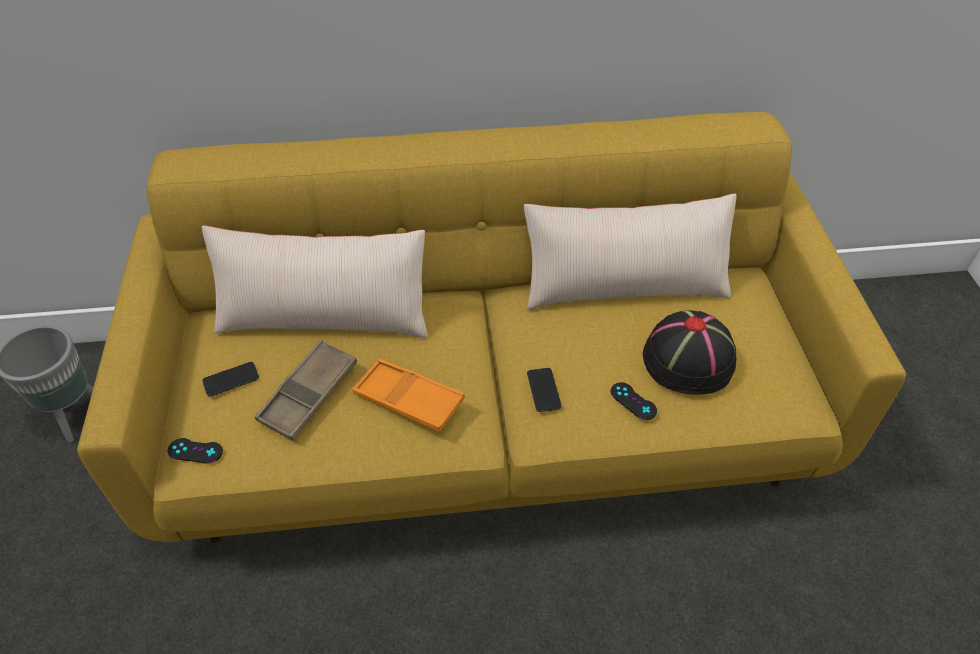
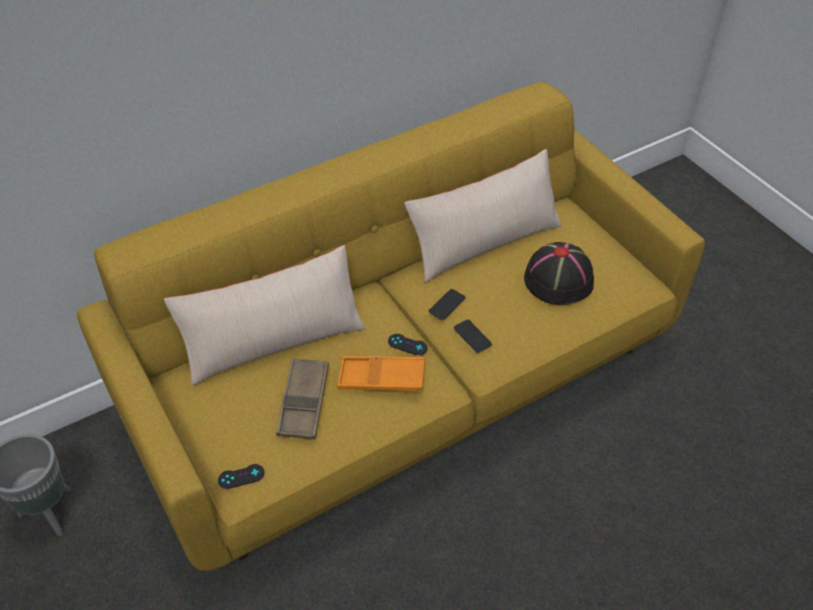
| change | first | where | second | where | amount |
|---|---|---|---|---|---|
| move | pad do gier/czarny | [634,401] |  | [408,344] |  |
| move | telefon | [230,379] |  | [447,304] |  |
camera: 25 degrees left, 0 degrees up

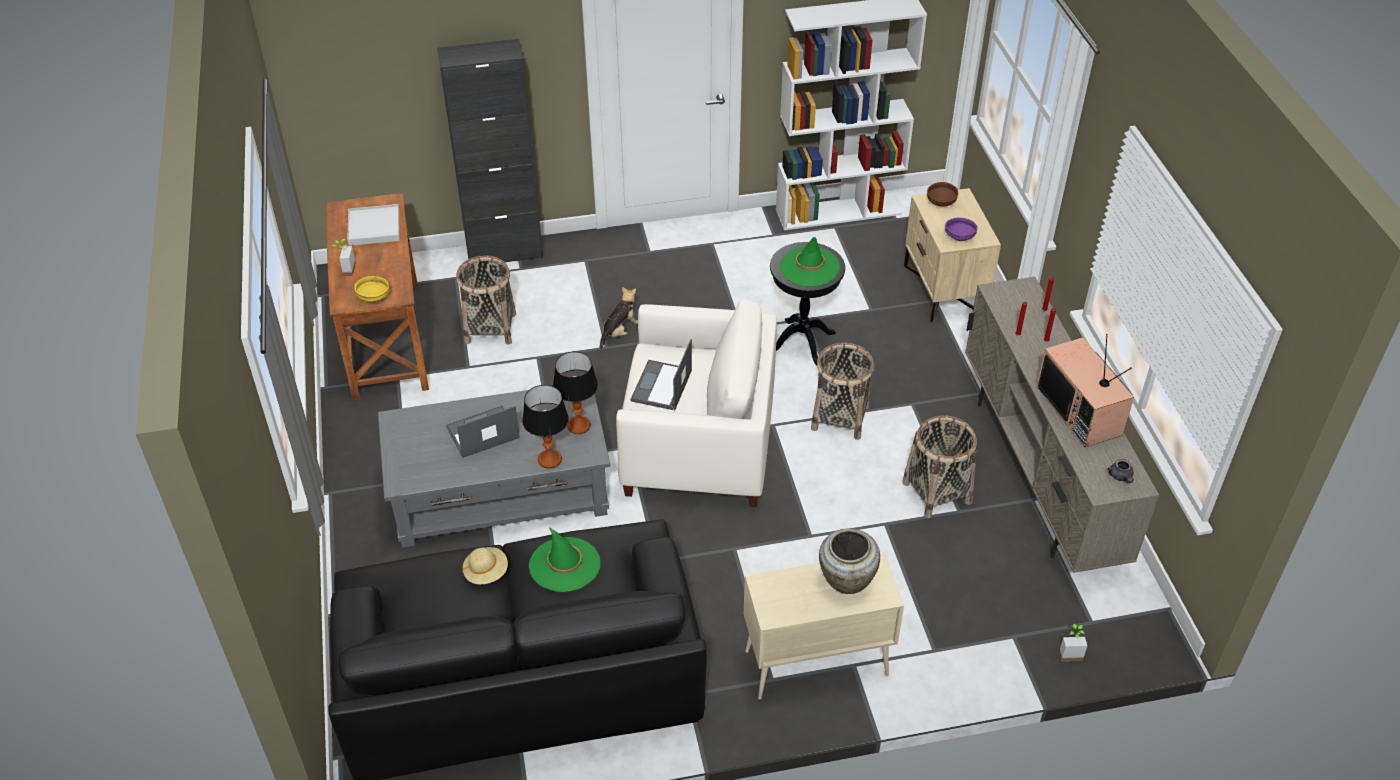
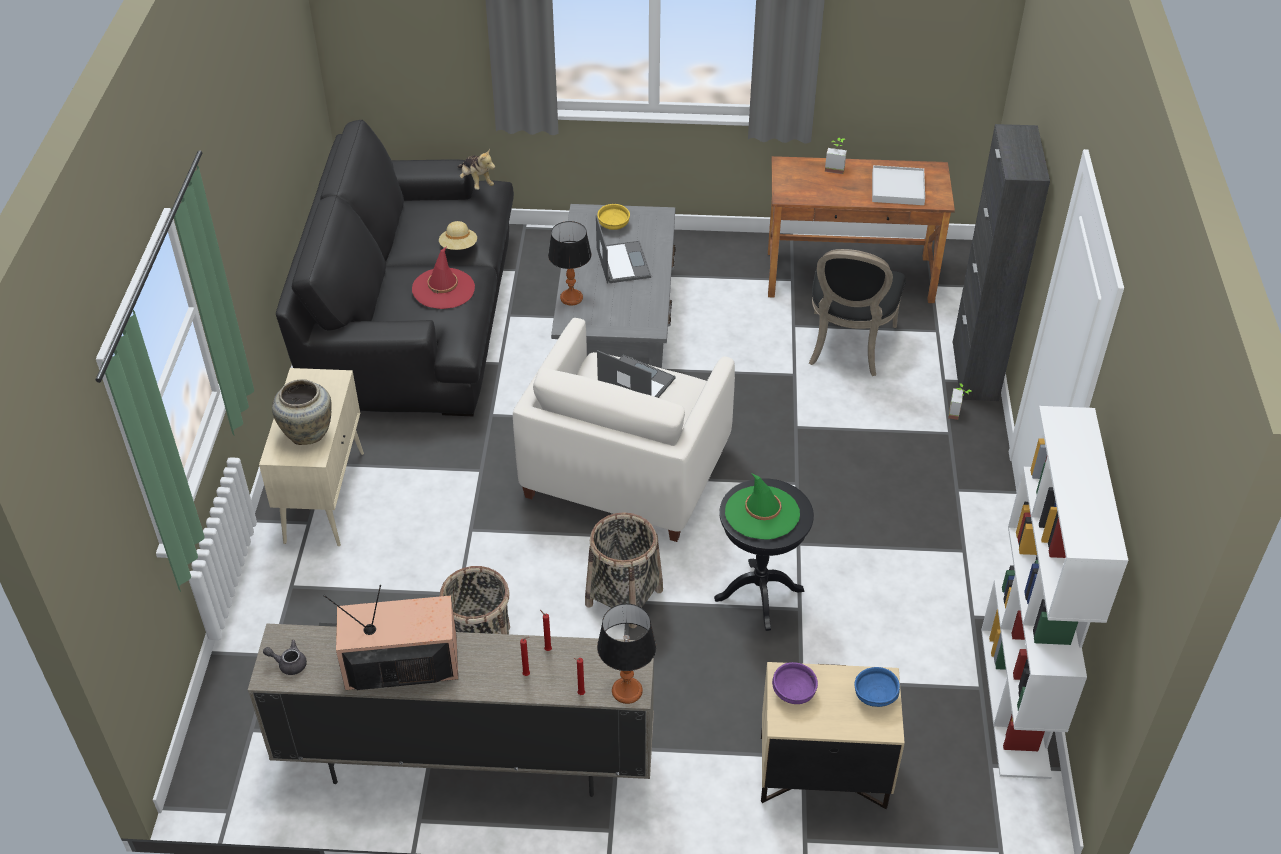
| change | first | where | second | where | amount |
|---|---|---|---|---|---|
| recolor | kapelusz/zielony | [564,559] | kapelusz/czerwony | [443,277] |  |
| move | pluszak | [619,318] |  | [476,169] |  |
| move | miska/żółty | [371,289] |  | [613,217] |  |
| move | lampa stołowa | [575,393] |  | [626,654] |  |
| replace | koszyk | [486,300] | krzesło/czarny | [857,312] |  |
| recolor | miska/brązowy | [942,194] | miska/niebieski | [877,687] |  |
| move | roślina doniczkowa | [1073,642] |  | [960,401] |  |
camera: 105 degrees right, 0 degrees up

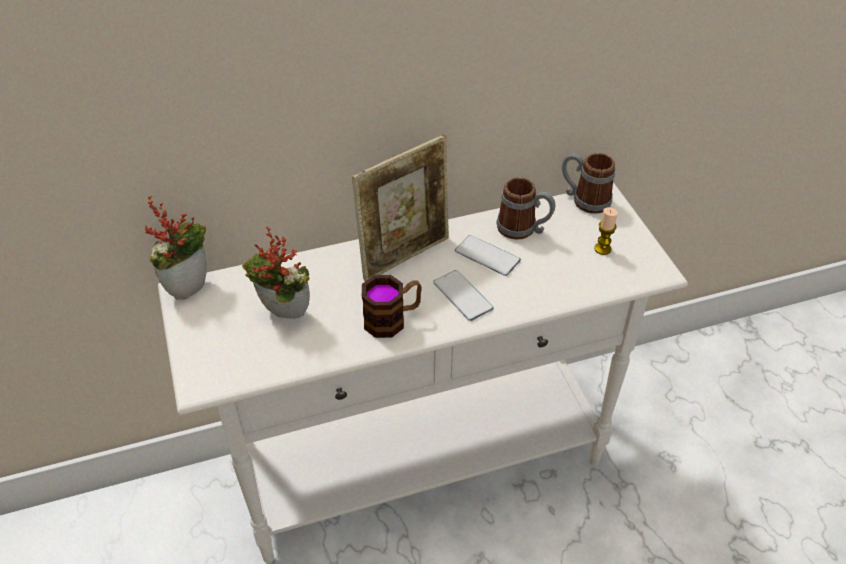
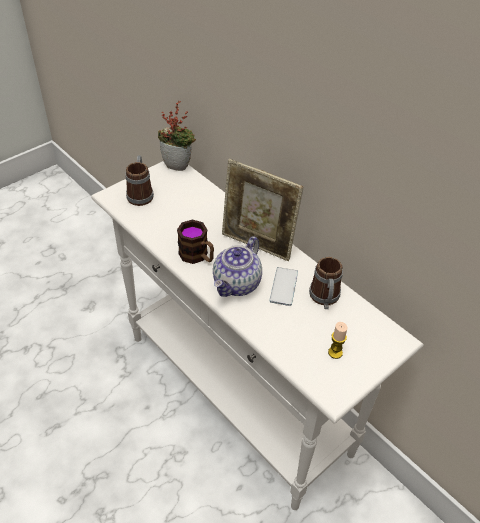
| change | first | where | second | where | amount |
|---|---|---|---|---|---|
| move | kubek | [588,183] |  | [139,181] |  |
| replace | telefon | [463,295] | imbryk | [237,266] |  |
| delete | roślina doniczkowa | [276,272] |  |  |  |
camera: 65 degrees right, 0 degrees up

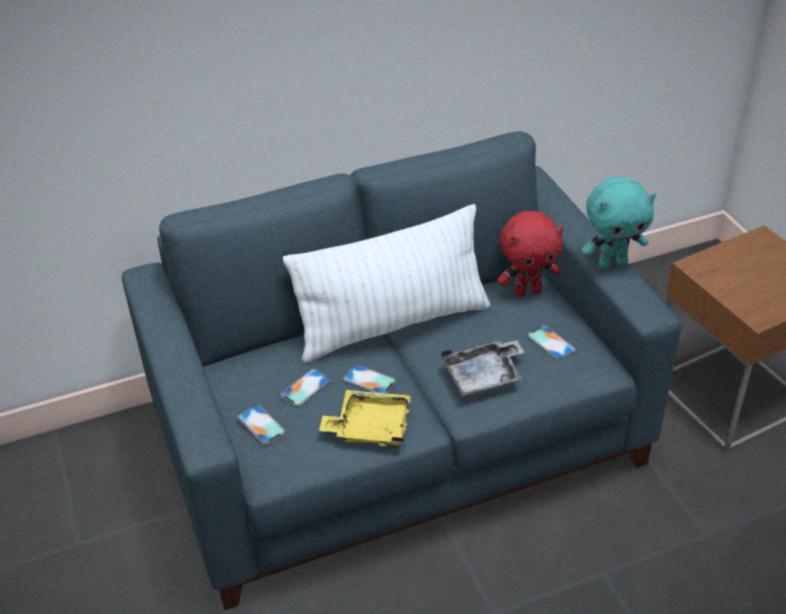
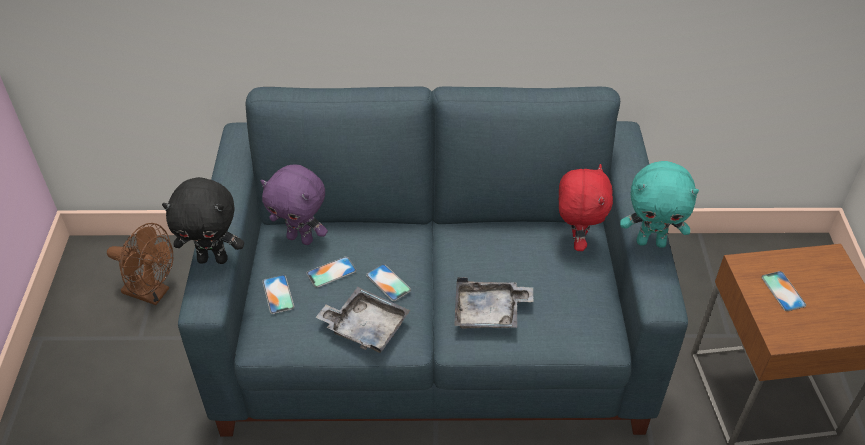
| change | first | where | second | where | amount |
|---|---|---|---|---|---|
| insert |  |  | wentylator/brązowy | [140,264] |  |
| insert |  |  | pluszak/czarny | [203,220] |  |
| insert |  |  | pluszak/fioletowy | [294,205] |  |
| recolor | taca/żółty | [365,418] | taca/szary | [362,320] |  |
| rotate | pluszak/czerwony | [530,254] |  | [586,207] | 90 degrees counterclockwise |
| move | telefon | [551,342] |  | [783,291] |  |
| delete | poduszka/biały | [387,283] |  |  |  |
camera: 20 degrees right, 5 degrees up

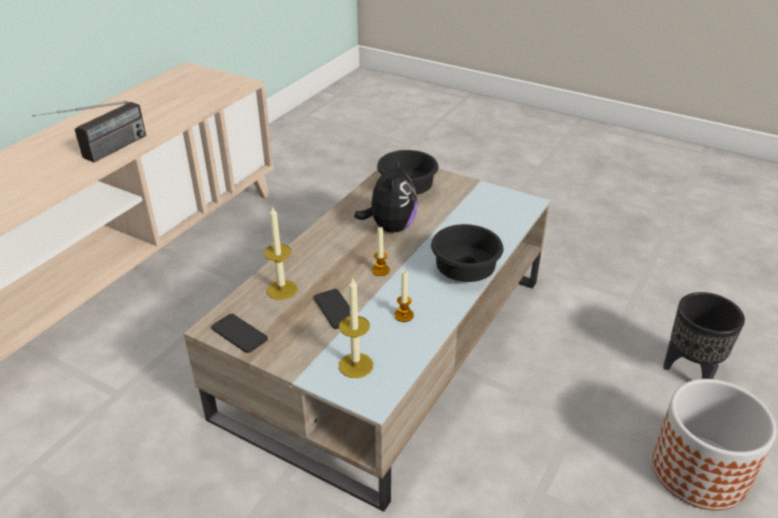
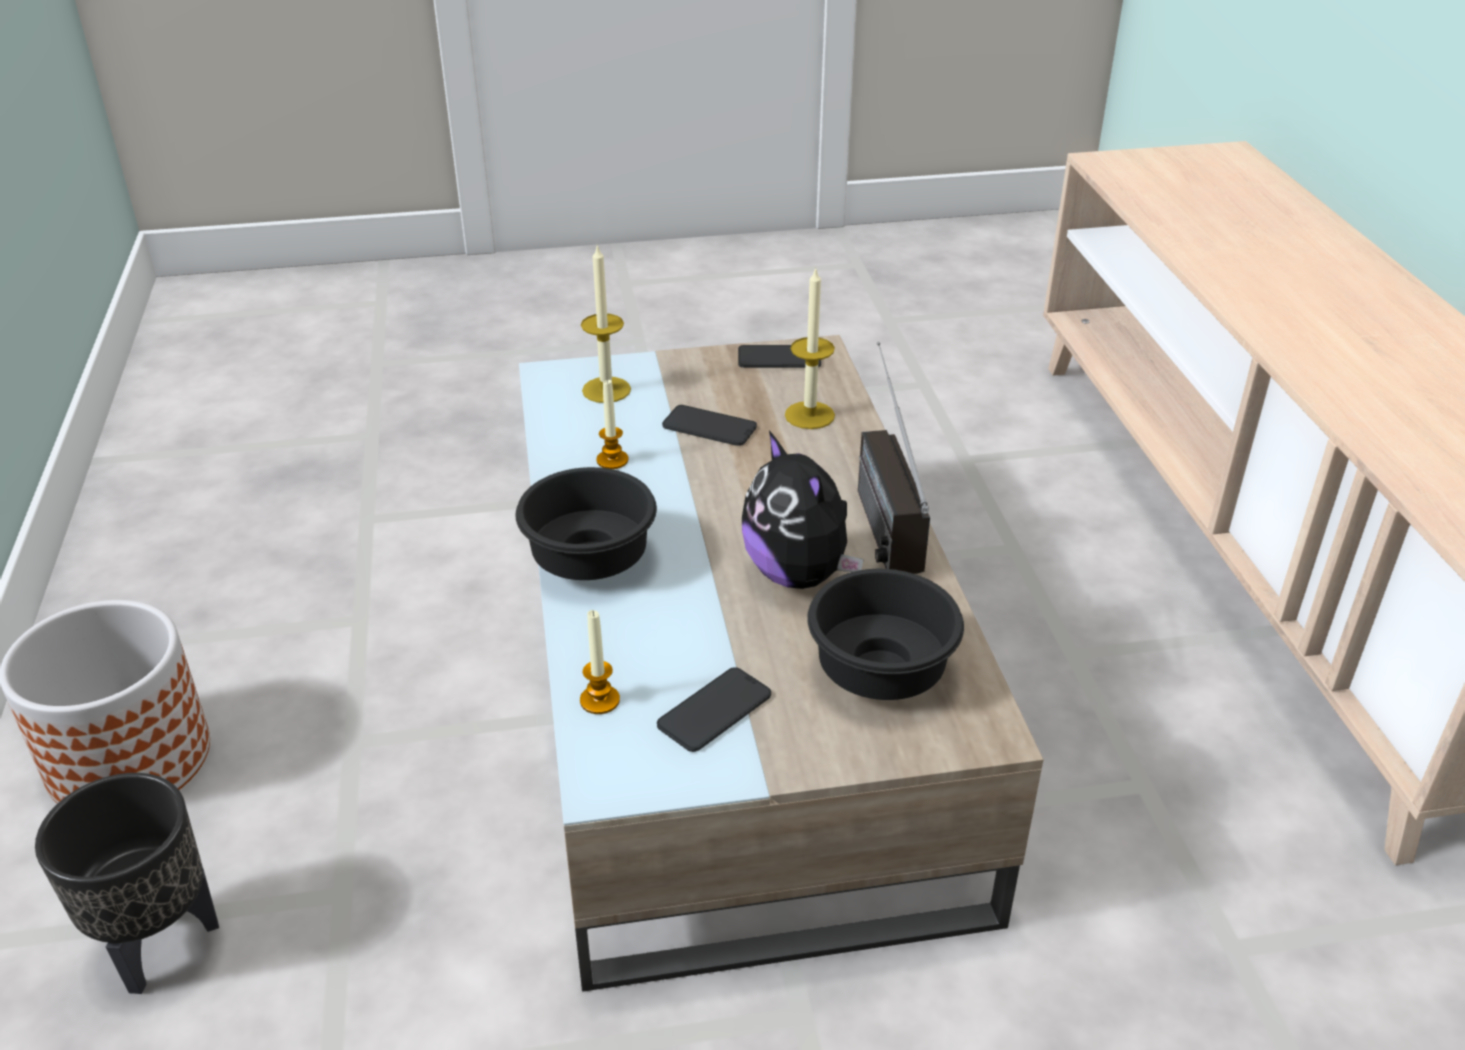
| change | first | where | second | where | amount |
|---|---|---|---|---|---|
| move | świeca | [381,251] |  | [600,662] |  |
| insert |  |  | telefon | [714,709] |  |
| move | radio | [89,132] |  | [894,458] |  |
camera: 140 degrees right, 0 degrees up

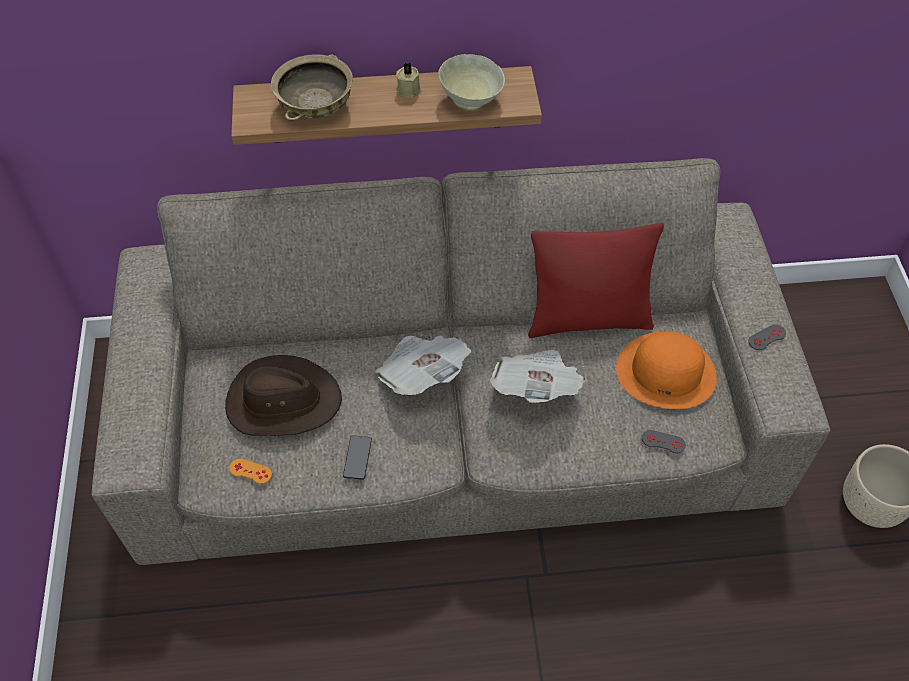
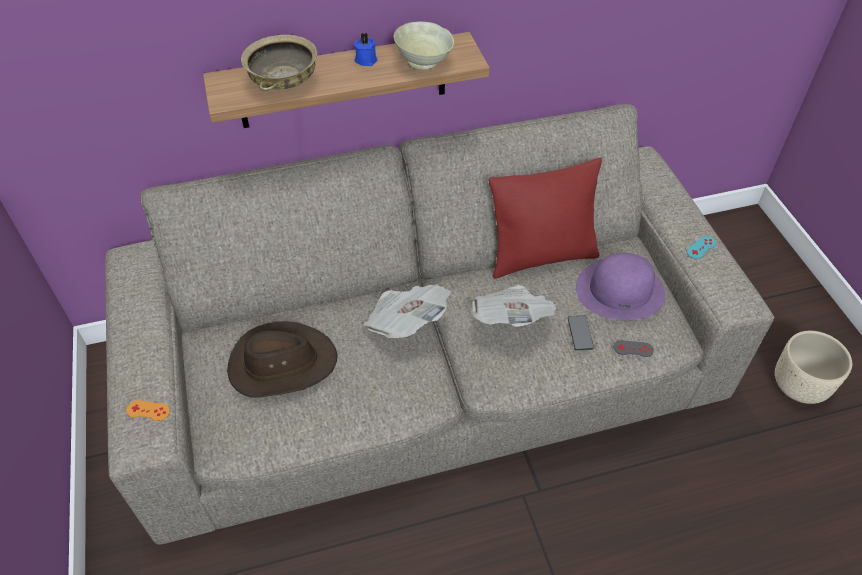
| change | first | where | second | where | amount |
|---|---|---|---|---|---|
| move | pad do gier/pomarańczowy | [250,471] |  | [148,410] |  |
| recolor | świeca/beżowy | [408,80] | świeca/niebieski | [366,49] |  |
| move | telefon | [357,457] |  | [581,332] |  |
| recolor | kapelusz/pomarańczowy | [666,370] | kapelusz/fioletowy | [620,286] |  |
| recolor | pad do gier/szary | [767,337] | pad do gier/turkusowy | [701,247] |  |
camera: 10 degrees left, 5 degrees down

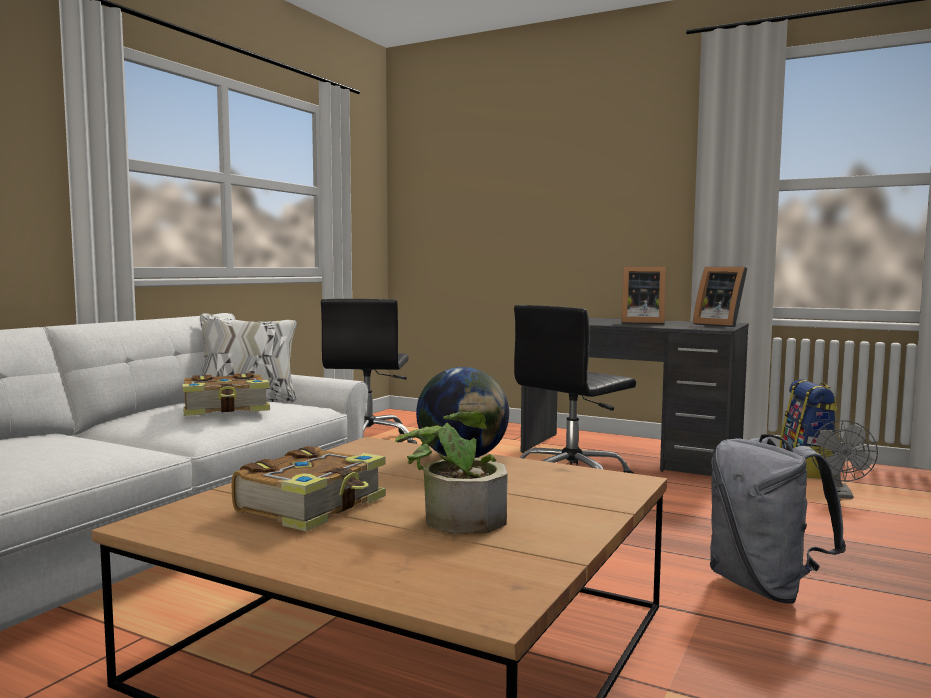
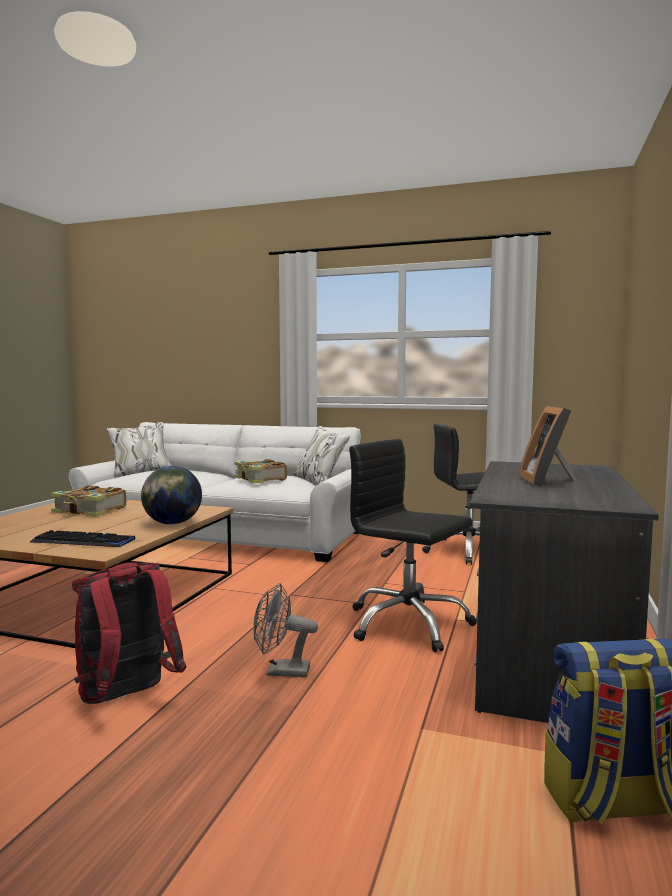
| change | first | where | second | where | amount |
|---|---|---|---|---|---|
| insert |  |  | klawiatura | [82,538] |  |
| recolor | plecak/szary | [778,519] | plecak/czerwony | [129,633] |  |
| move | wentylator/szary | [844,459] |  | [285,630] |  |
| delete | roślina doniczkowa | [451,473] |  |  |  |
| delete | ramka na zdjęcie | [720,297] |  |  |  |
camera: 80 degrees right, 0 degrees up

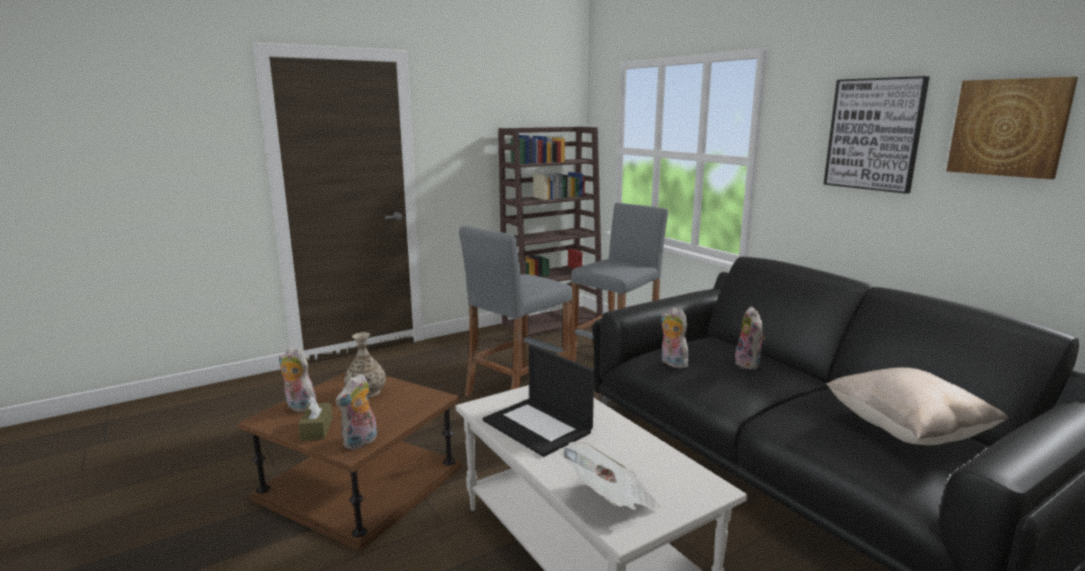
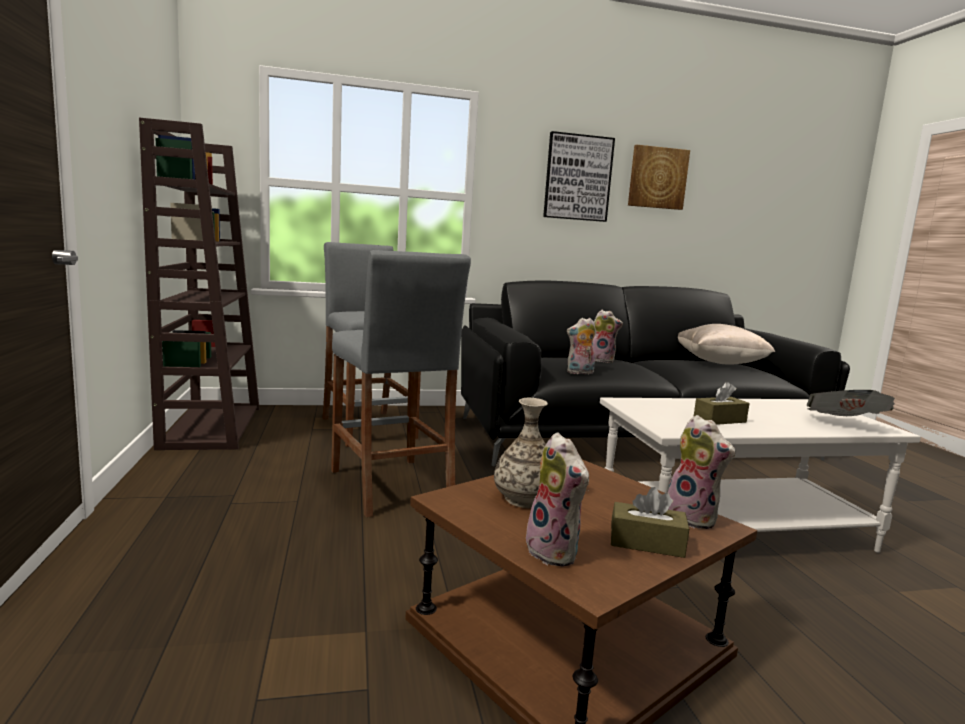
| change | first | where | second | where | amount |
|---|---|---|---|---|---|
| rotate | pluszak | [298,379] |  | [557,499] | 75 degrees counterclockwise |
| replace | laptop | [538,400] | pudełko chusteczek/brązowy | [722,403] |  |
camera: 70 degrees left, 5 degrees down

